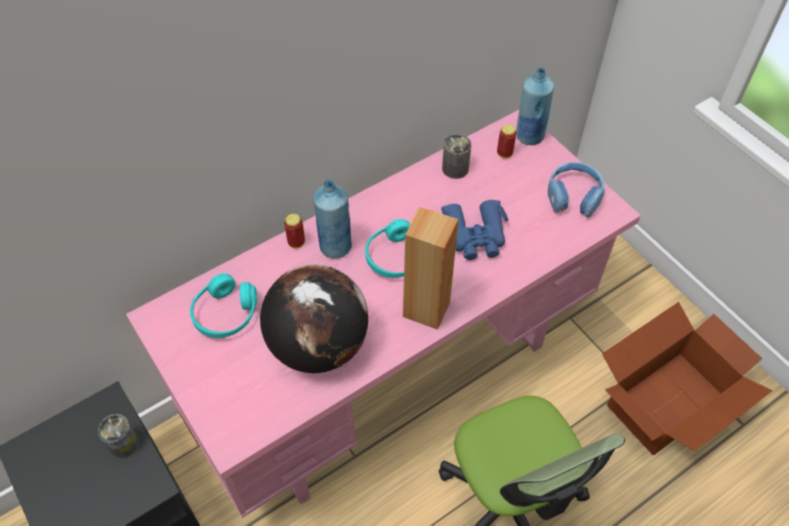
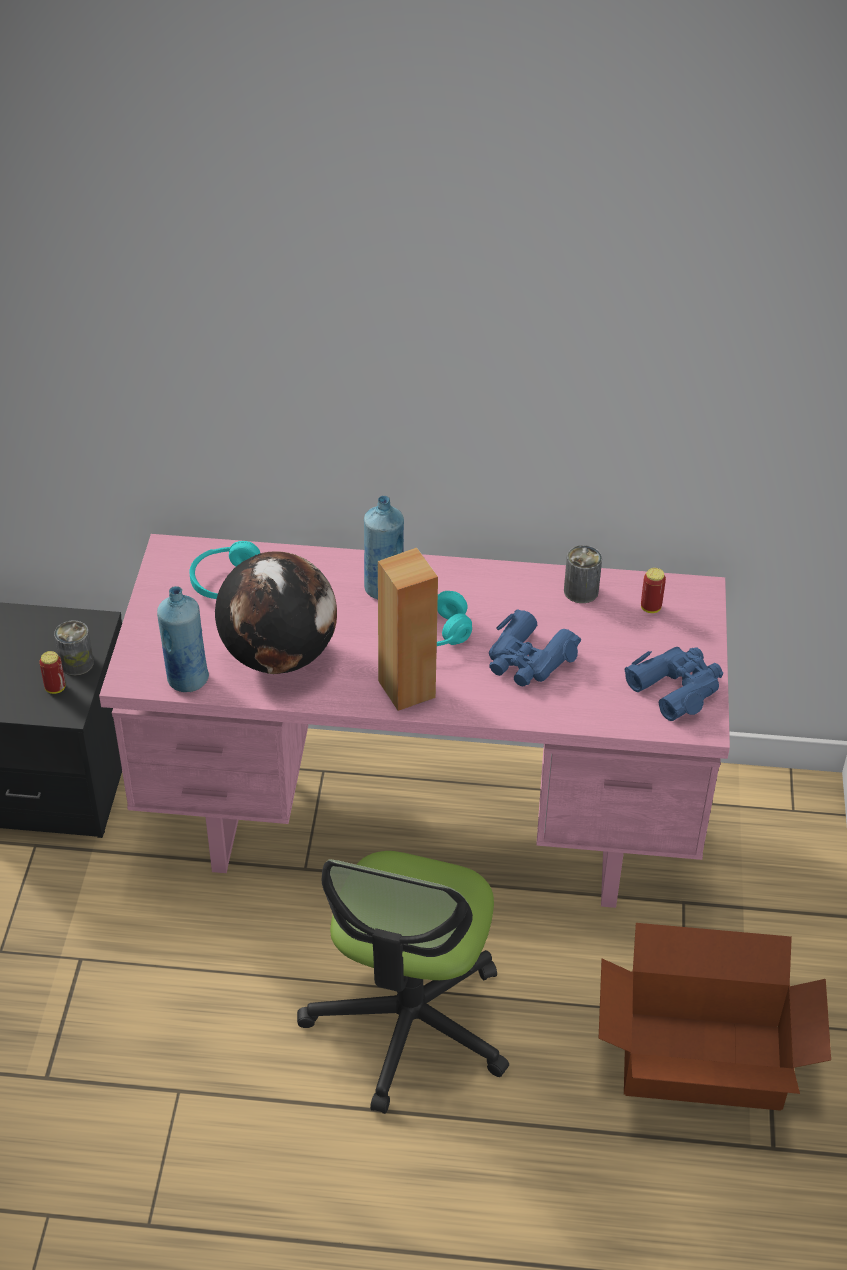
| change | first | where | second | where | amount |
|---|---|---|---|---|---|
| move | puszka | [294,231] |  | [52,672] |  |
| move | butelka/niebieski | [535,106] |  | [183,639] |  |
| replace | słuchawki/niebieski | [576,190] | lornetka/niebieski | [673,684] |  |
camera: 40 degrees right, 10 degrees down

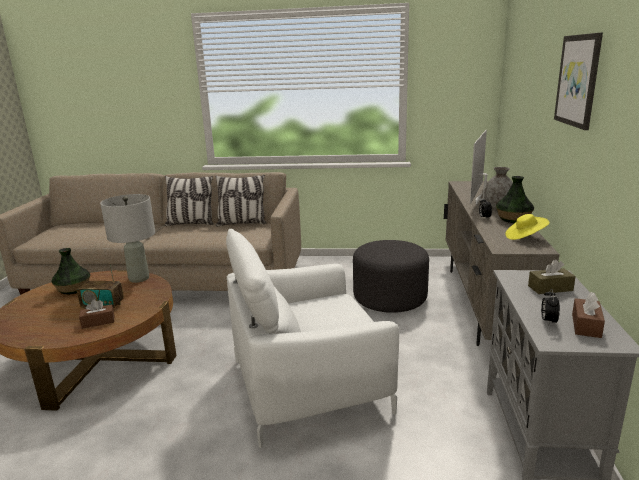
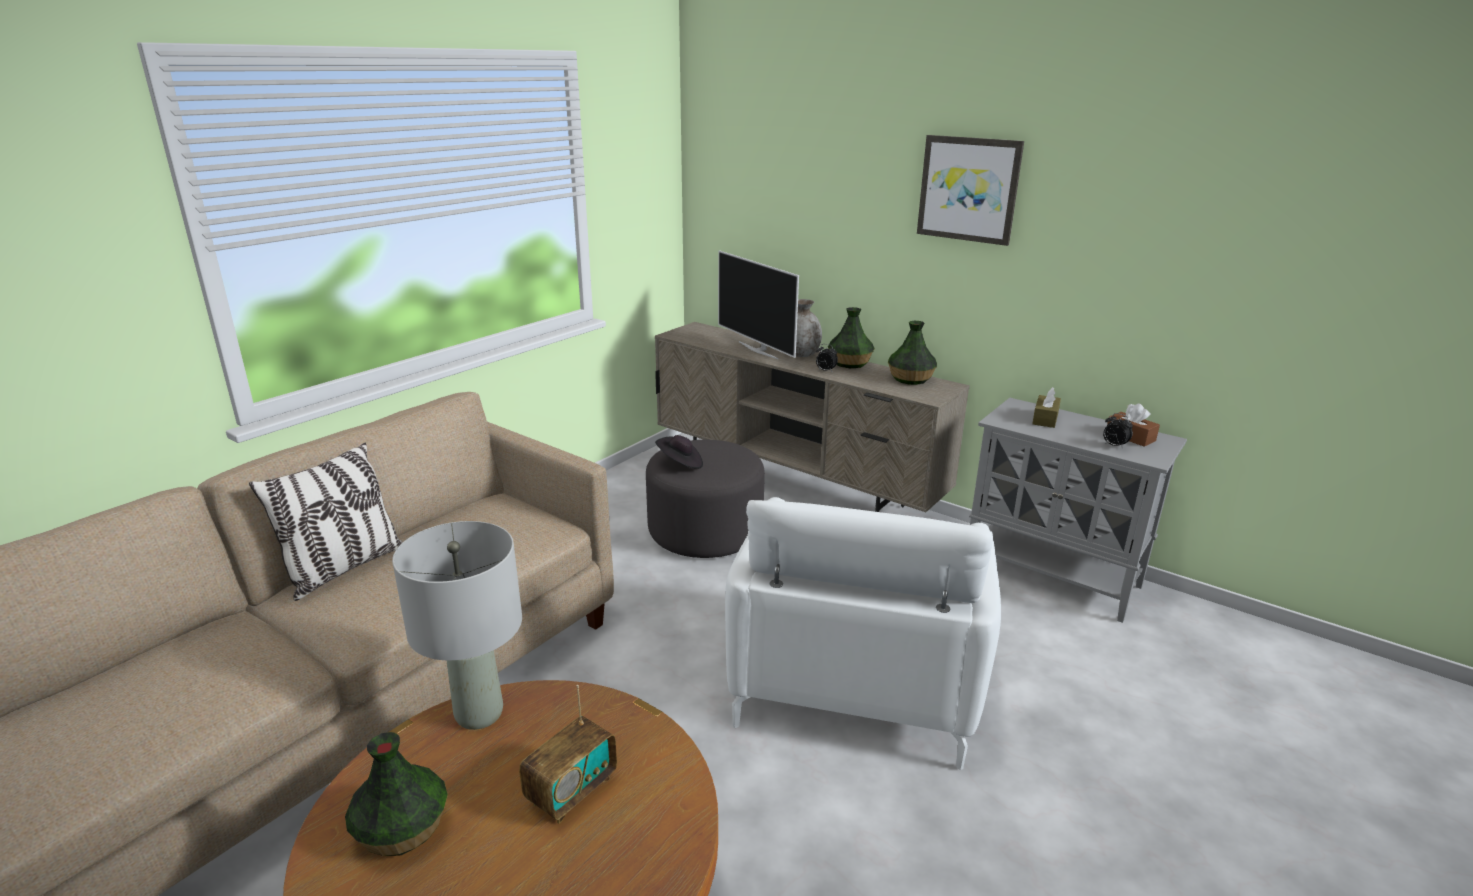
| change | first | where | second | where | amount |
|---|---|---|---|---|---|
| insert |  |  | kapelusz/czarny | [679,452] |  |
| replace | kapelusz/żółty | [527,227] | wazon | [912,353] |  |
| delete | pudełko chusteczek/brązowy | [96,314] |  |  |  |
| delete | poduszka | [241,200] |  |  |  |
camera: 60 degrees left, 5 degrees up

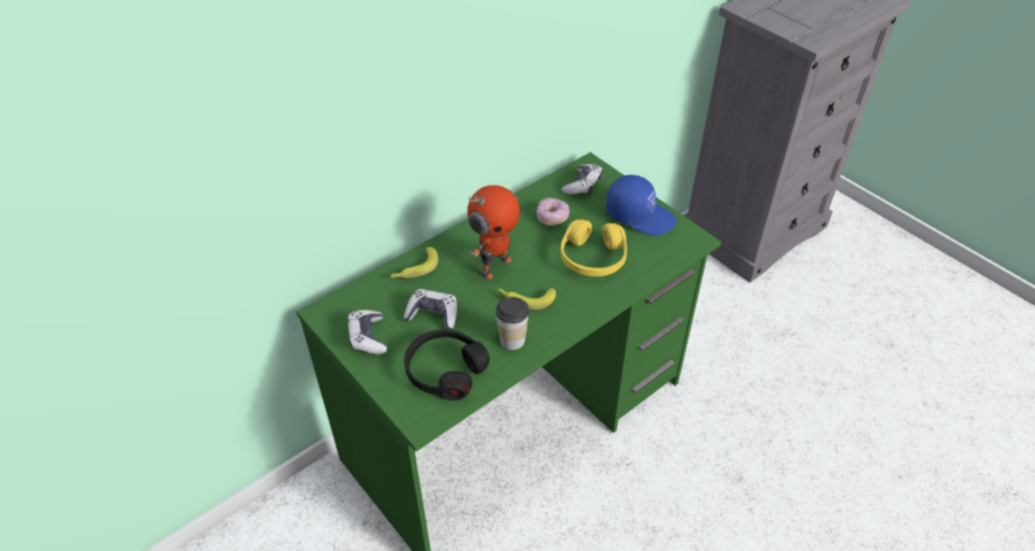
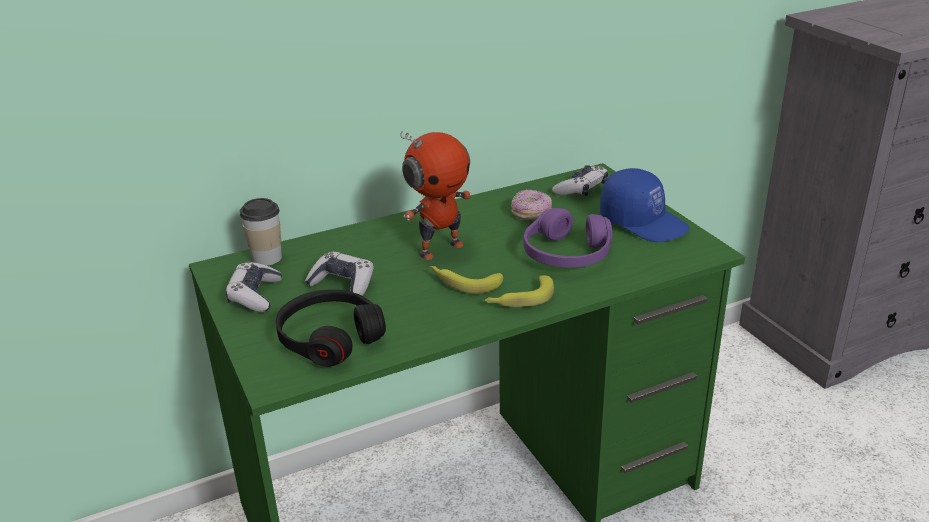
| change | first | where | second | where | amount |
|---|---|---|---|---|---|
| move | filiżanka | [512,323] |  | [261,232] |  |
| move | banan | [414,262] |  | [519,291] |  |
| recolor | słuchawki/żółty | [594,248] | słuchawki/fioletowy | [568,238] |  |
camera: 15 degrees right, 15 degrees down

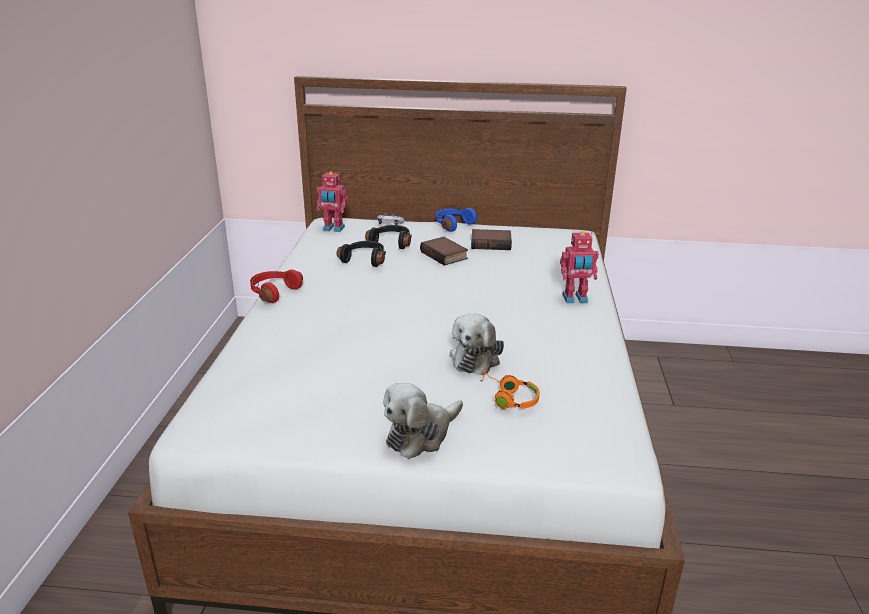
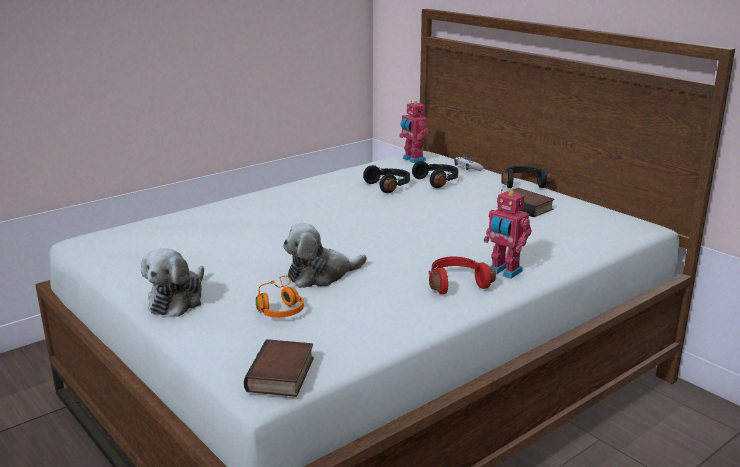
| change | first | where | second | where | amount |
|---|---|---|---|---|---|
| rotate | pluszak | [423,421] |  | [172,282] | 75 degrees counterclockwise |
| move | książka | [444,251] |  | [279,368] |  |
| move | słuchawki/czerwony | [276,286] |  | [462,275] |  |
| recolor | słuchawki/niebieski | [456,220] | słuchawki/czarny | [526,177] |  |
camera: 45 degrees right, 5 degrees down

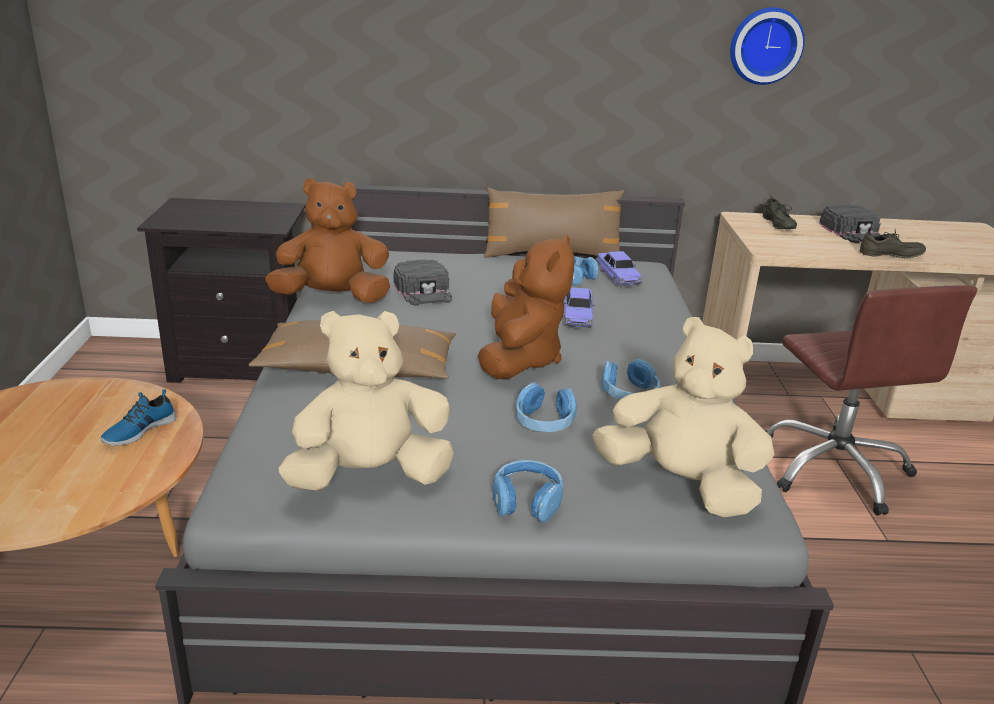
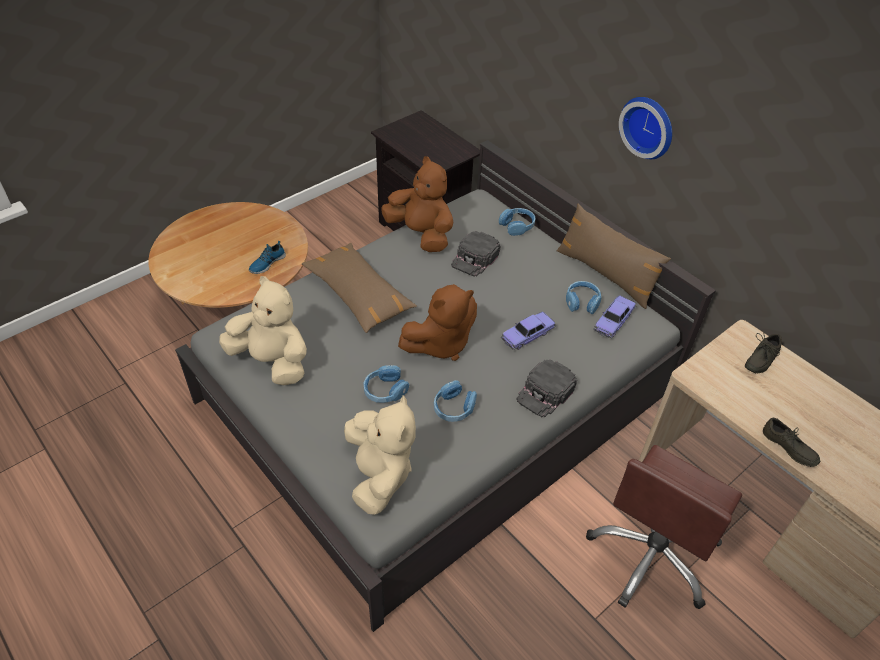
| change | first | where | second | where | amount |
|---|---|---|---|---|---|
| rotate | but | [138,417] |  | [267,257] | 45 degrees counterclockwise |
| move | słuchawki/niebieski | [527,491] |  | [517,222] |  |
| move | czapka z daszkiem/czarny | [850,224] |  | [546,388] |  |
| move | zegar ścienny | [767,46] |  | [645,128] |  |
camera: 50 degrees right, 20 degrees up

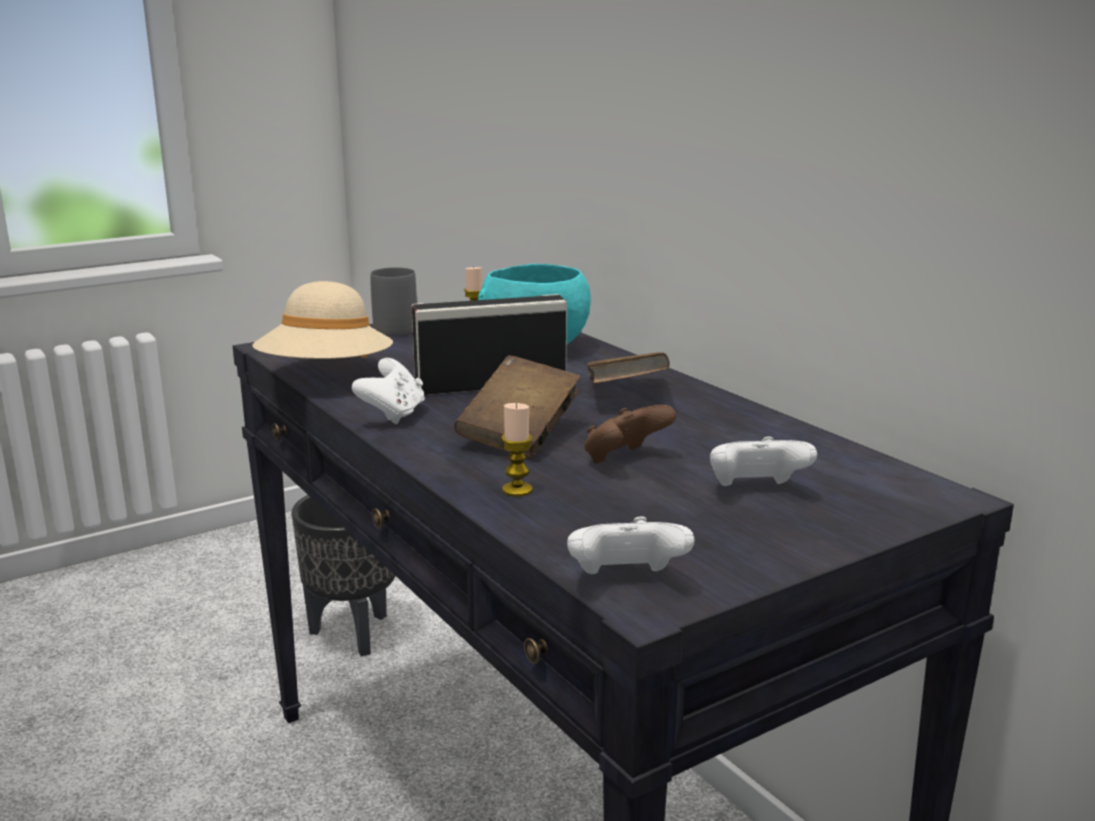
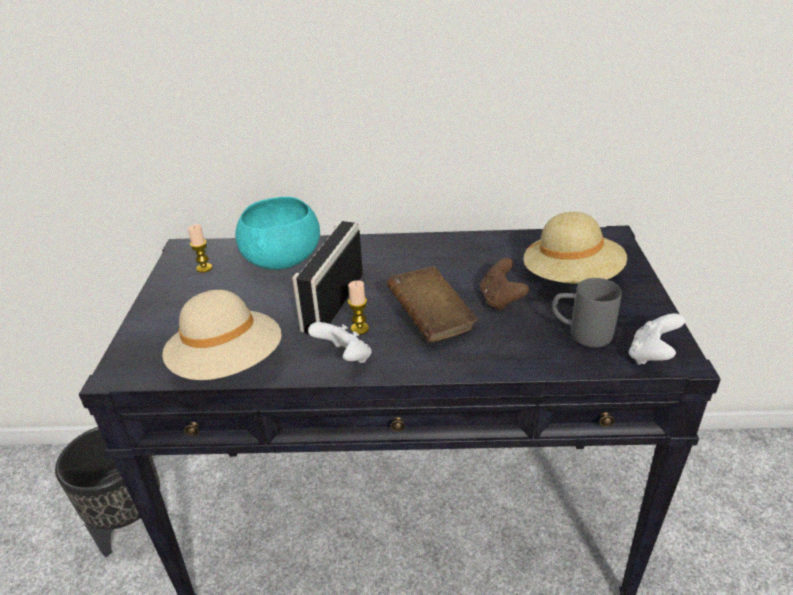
| change | first | where | second | where | amount |
|---|---|---|---|---|---|
| move | świeca | [517,450] |  | [358,307] |  |
| replace | pad do gier/biały | [763,461] | kapelusz/beżowy | [575,248] |  |
| move | kubek/szary | [393,301] |  | [587,312] |  |
| delete | książka/brązowy | [628,368] |  |  |  |
camera: 55 degrees left, 15 degrees up

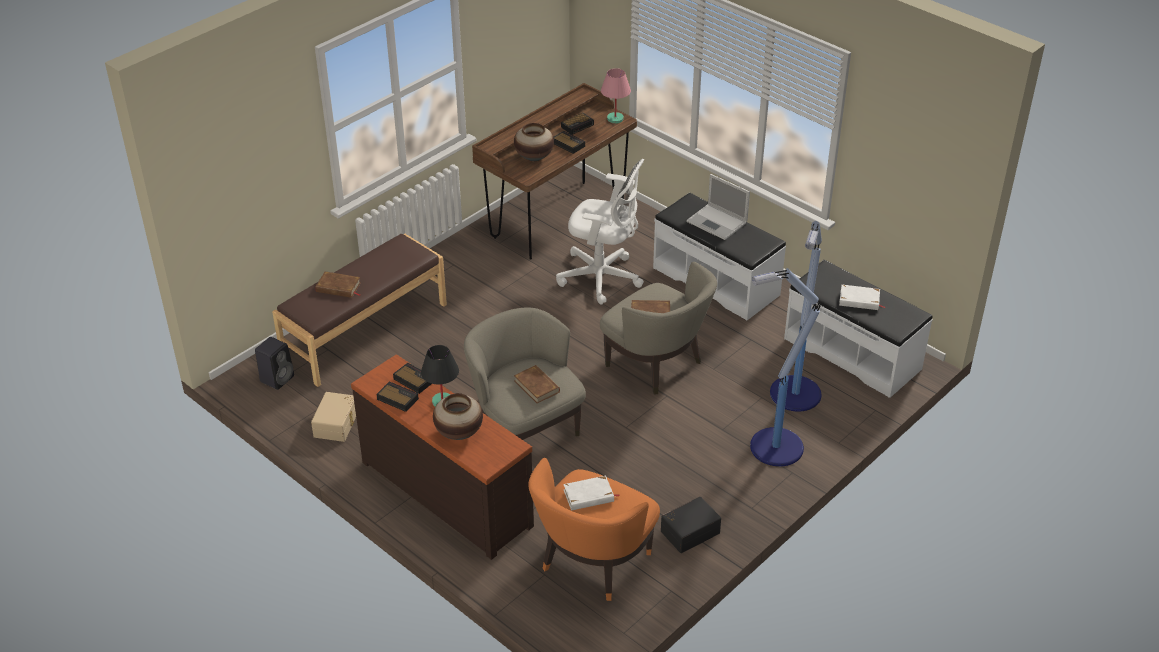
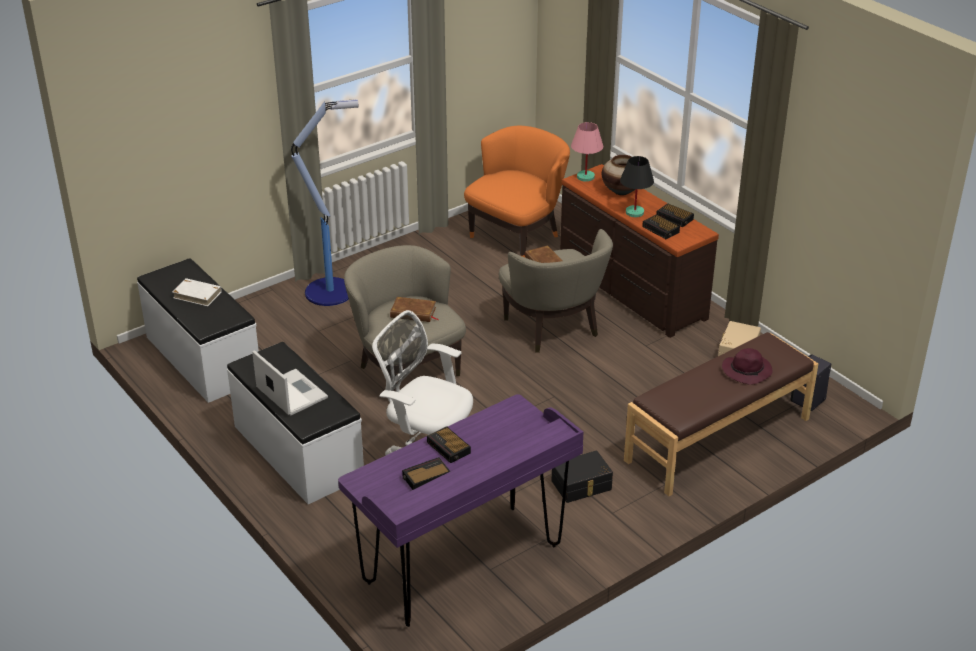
| change | first | where | second | where | amount |
|---|---|---|---|---|---|
| recolor | biurko/brązowy | [554,171] | biurko/fioletowy | [461,510] |  |
| move | pojemnik do przechowywania/czarny | [691,525] |  | [582,477] |  |
| move | lampa stołowa/różowy | [616,95] |  | [587,152] |  |
| replace | książka/brązowy | [338,285] | kapelusz/fioletowy | [747,366] |  |
| delete | wazon | [534,142] |  |  |  |
| delete | książka/biały | [591,493] |  |  |  |
| delete | lampa stojąca | [796,316] |  |  |  |
camera: 170 degrees left, 5 degrees down

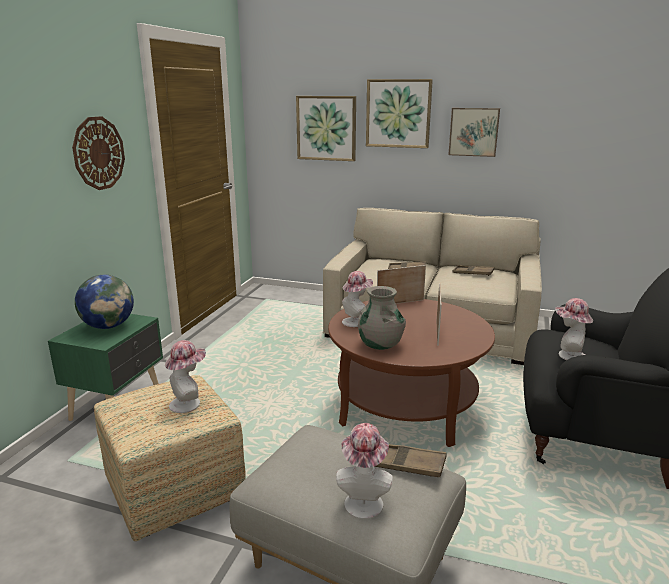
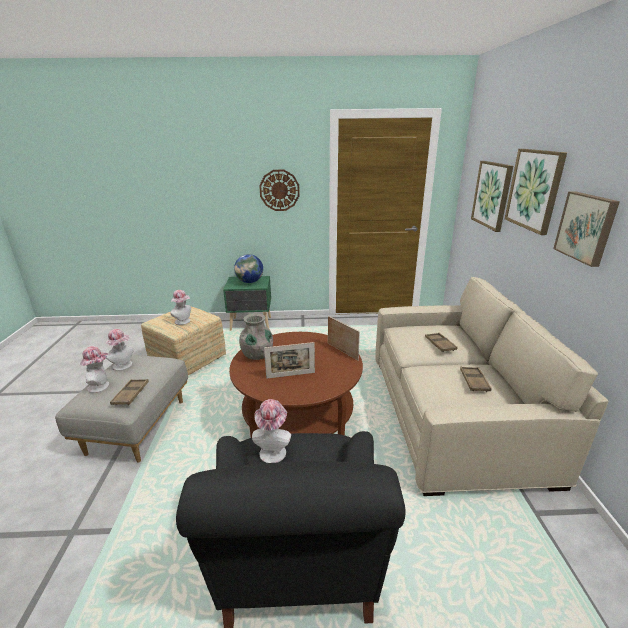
| change | first | where | second | where | amount |
|---|---|---|---|---|---|
| move | kapelusz | [357,299] |  | [120,350] |  |
camera: 70 degrees right, 5 degrees up

